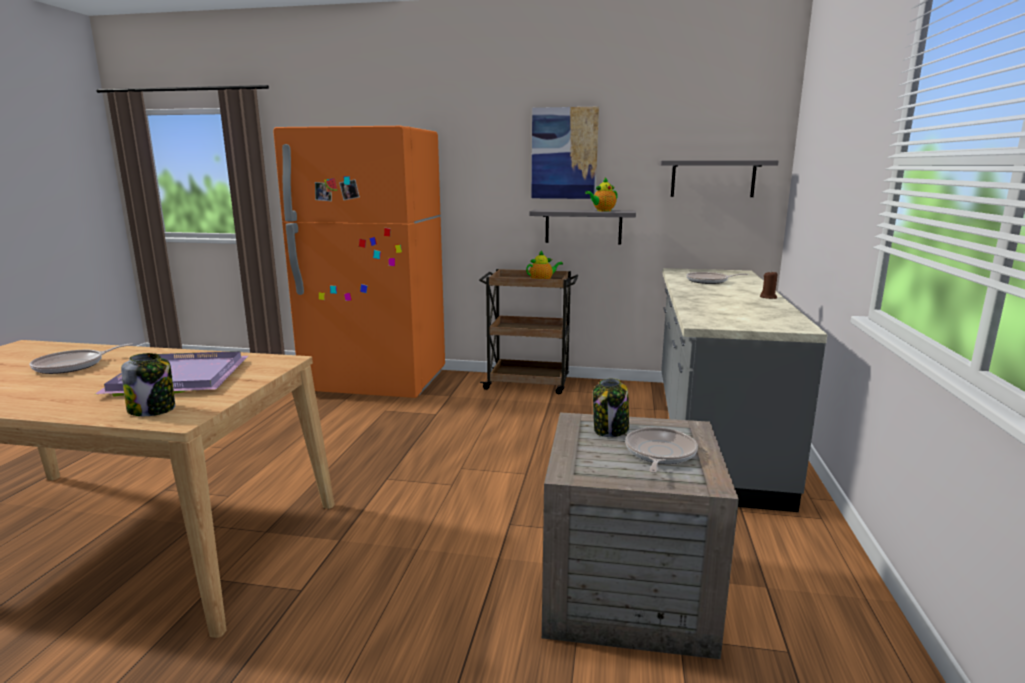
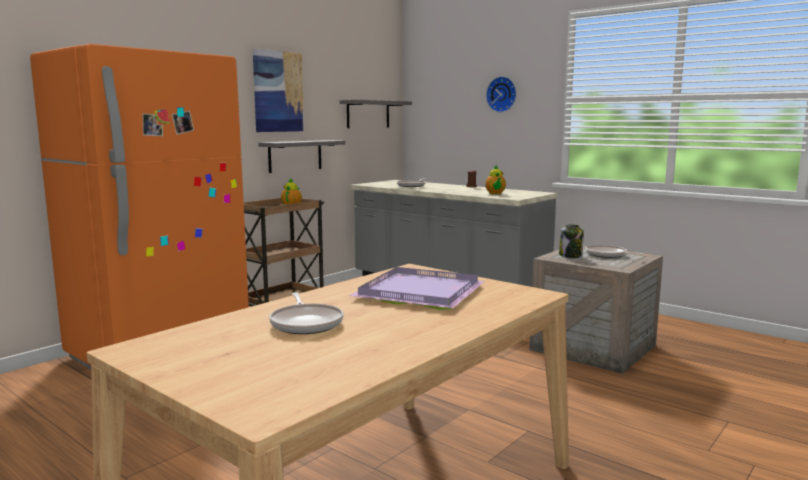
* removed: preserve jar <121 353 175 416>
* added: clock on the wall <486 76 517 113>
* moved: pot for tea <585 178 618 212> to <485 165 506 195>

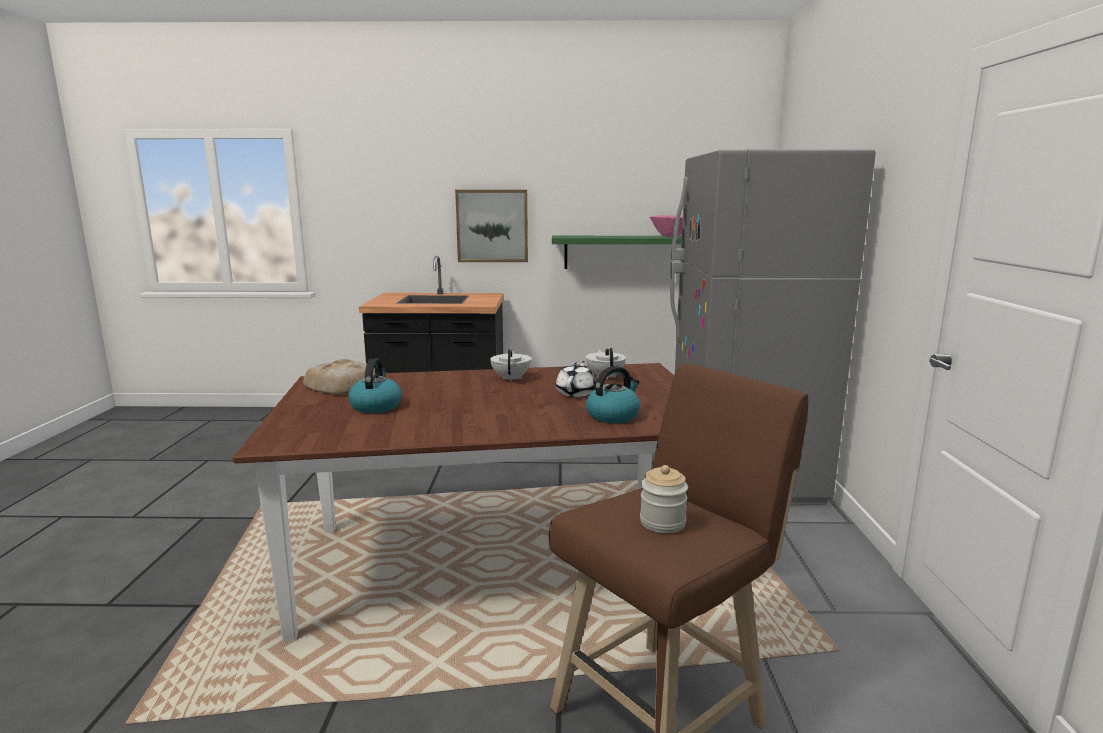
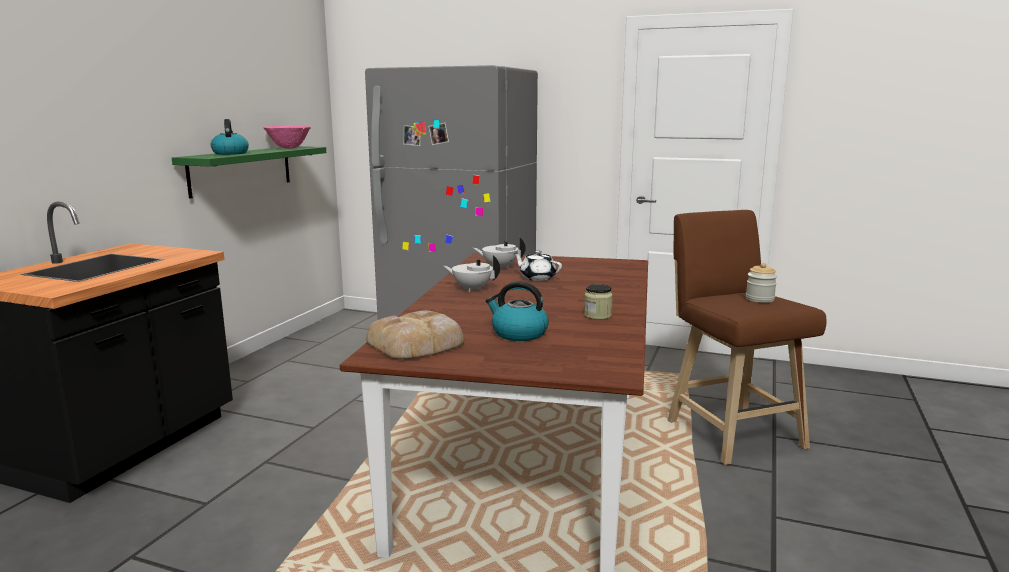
* removed: picture <455 190 528 262>
* added: preserve jar <584 284 613 320>
* moved: tea kettle <586 366 640 423> to <211 119 249 155>

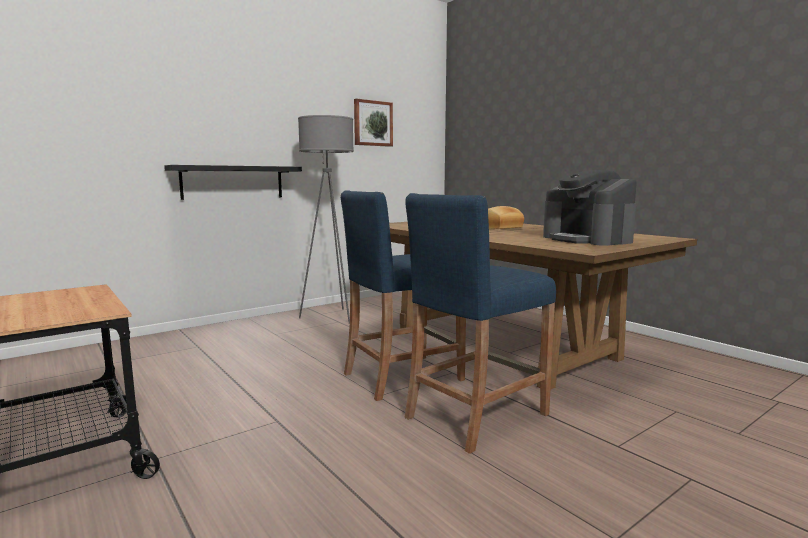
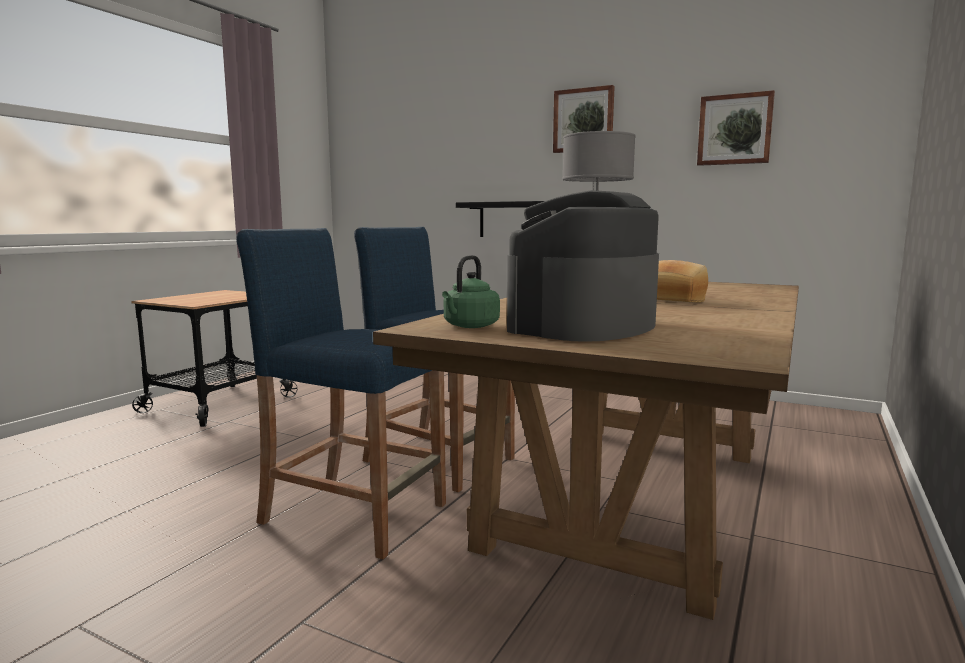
* added: tea kettle in green <442 255 500 328>
* added: picture <553 85 615 153>

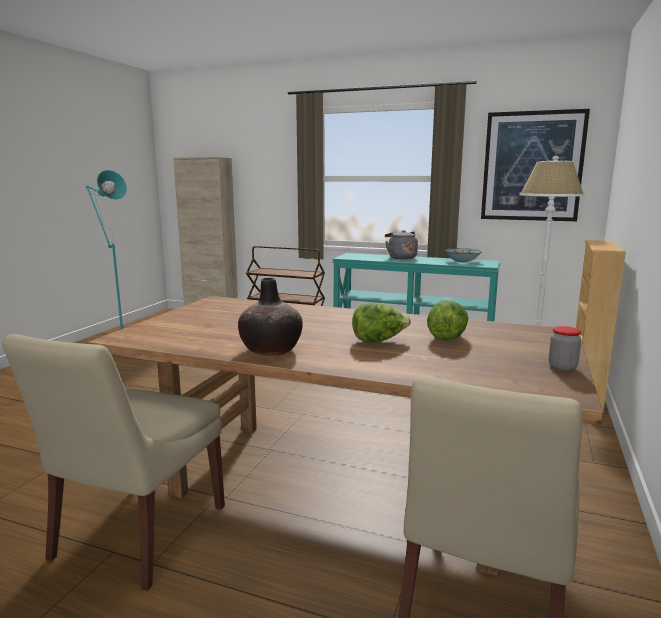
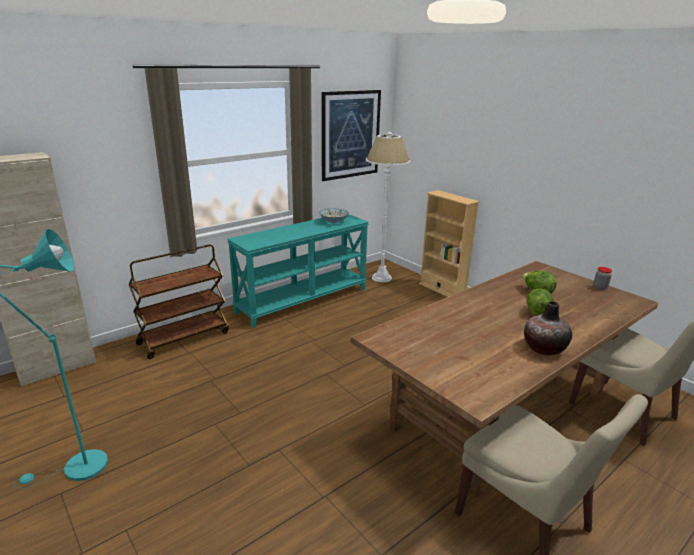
* removed: tea kettle in gray <385 230 418 259>

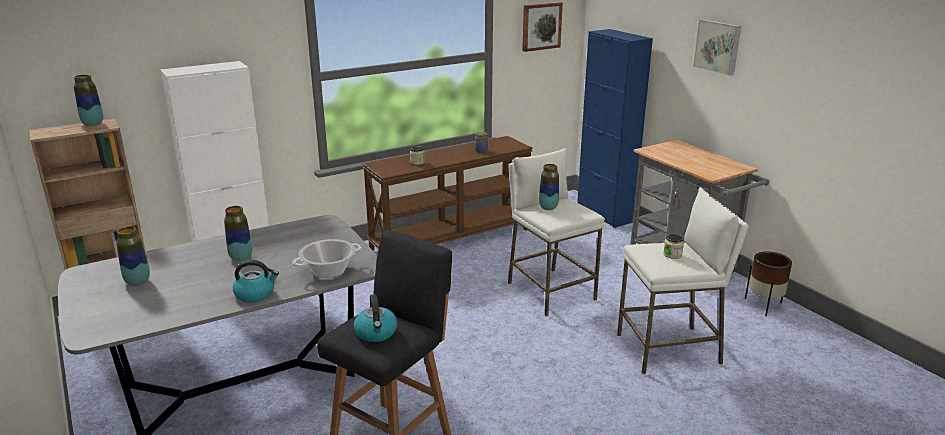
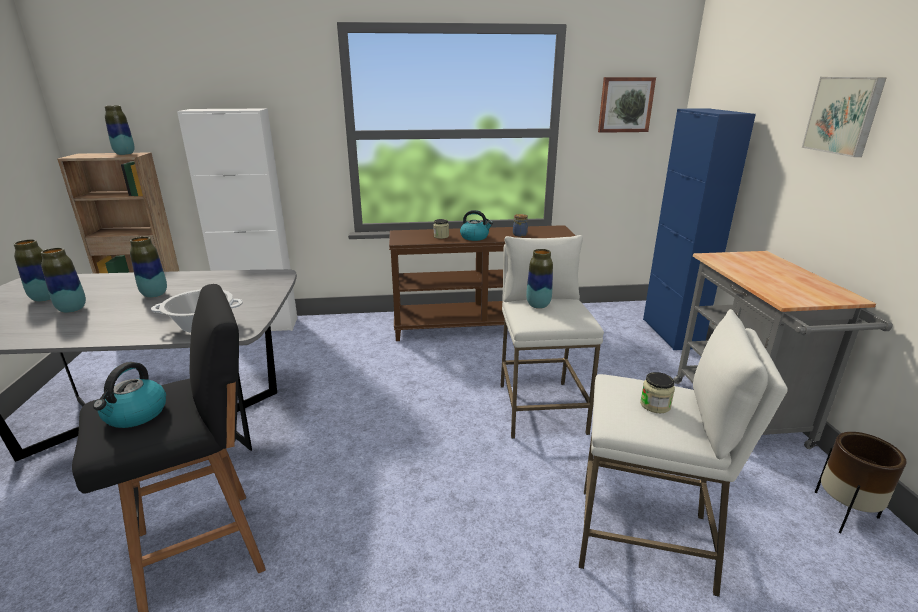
* added: vase <41 248 86 313>
* moved: tea kettle <233 260 279 303> to <460 210 493 241>

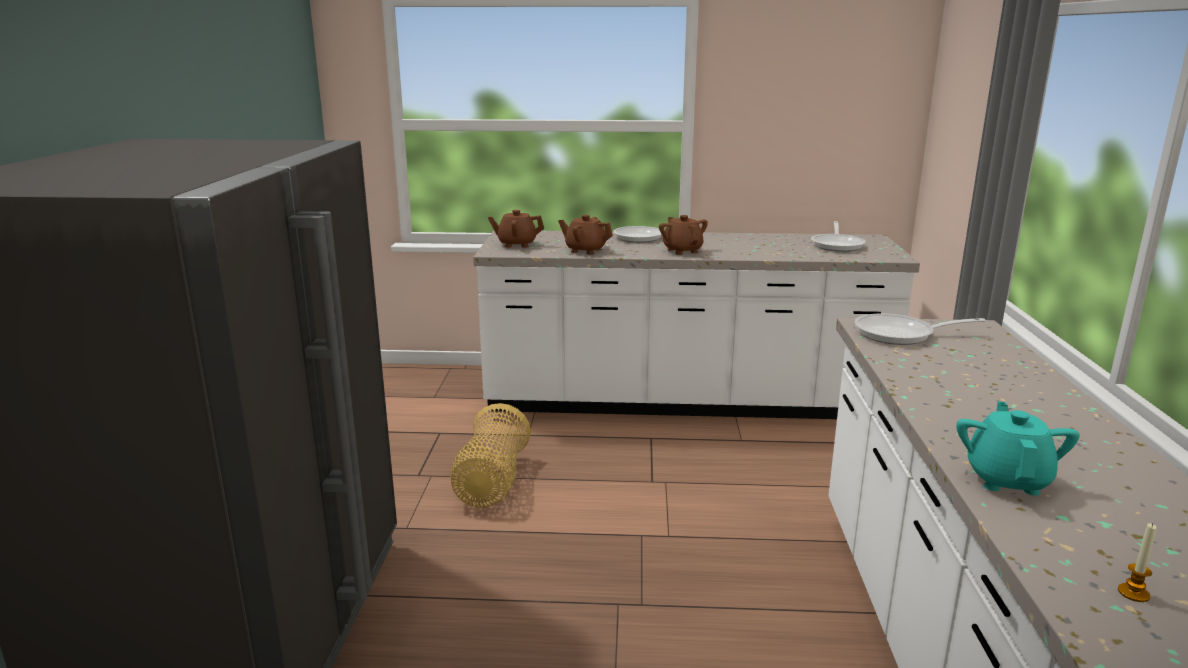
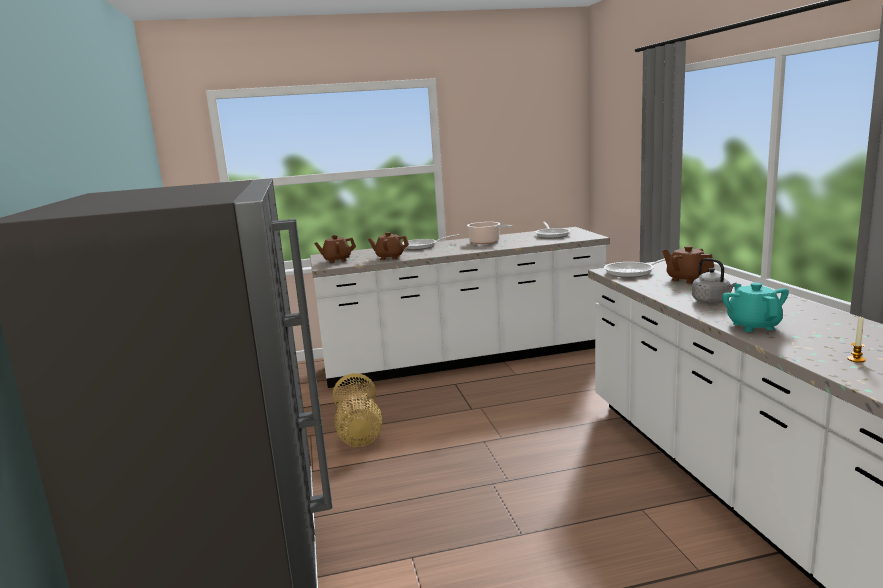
* added: stockpot <467 222 513 244>
* added: tea kettle in gray <692 258 737 304>
* moved: pot for tea in brown <659 215 708 255> to <662 246 714 284>

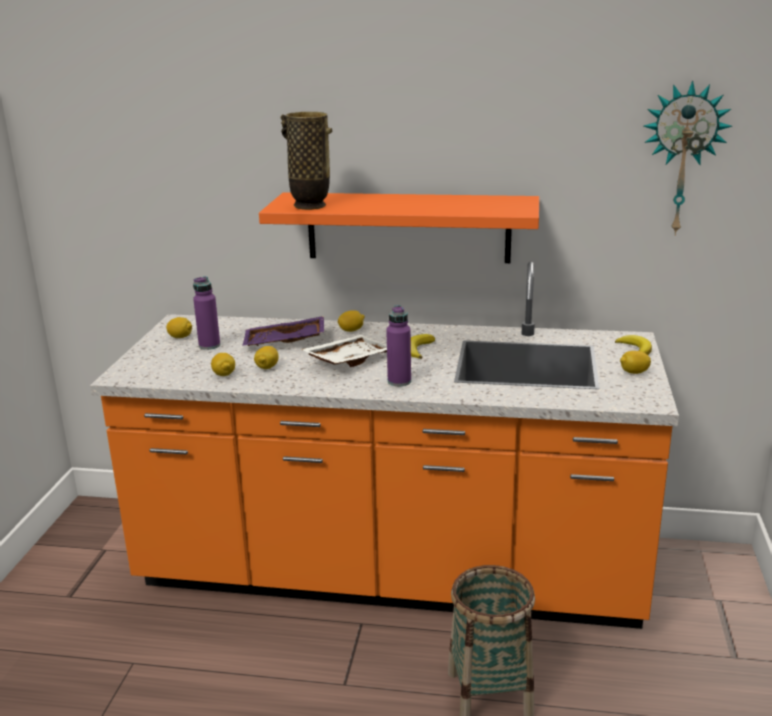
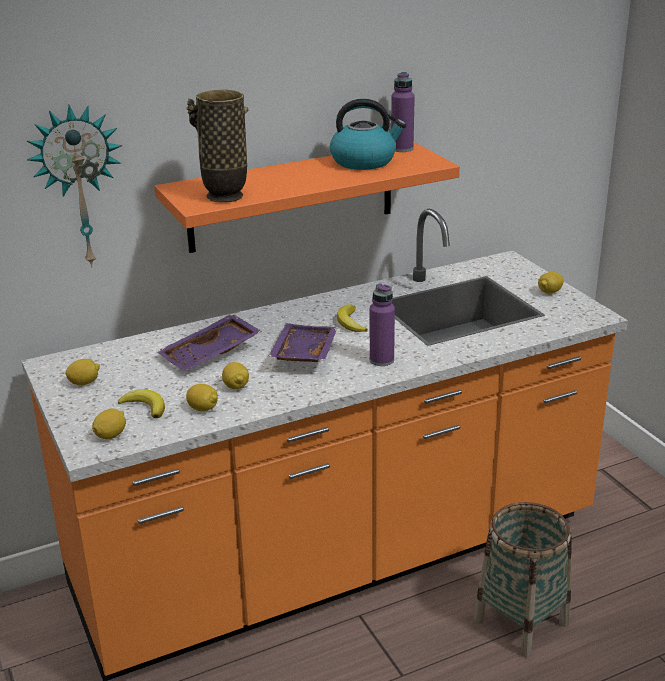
* added: tea kettle <330 99 406 170>
* moved: bottle in purple <193 276 220 350> to <391 72 415 152>
* moved: citrus fruit <338 310 365 332> to <92 408 126 439>
* moved: whole banana <615 335 652 355> to <118 389 165 418>
* moved: clock on the wall <643 81 732 236> to <27 105 123 268>
* recoloured: tray in white <300 335 387 367> to tray in purple <268 323 338 362>

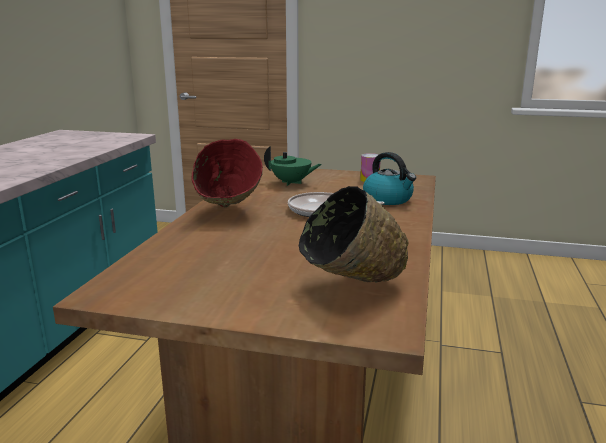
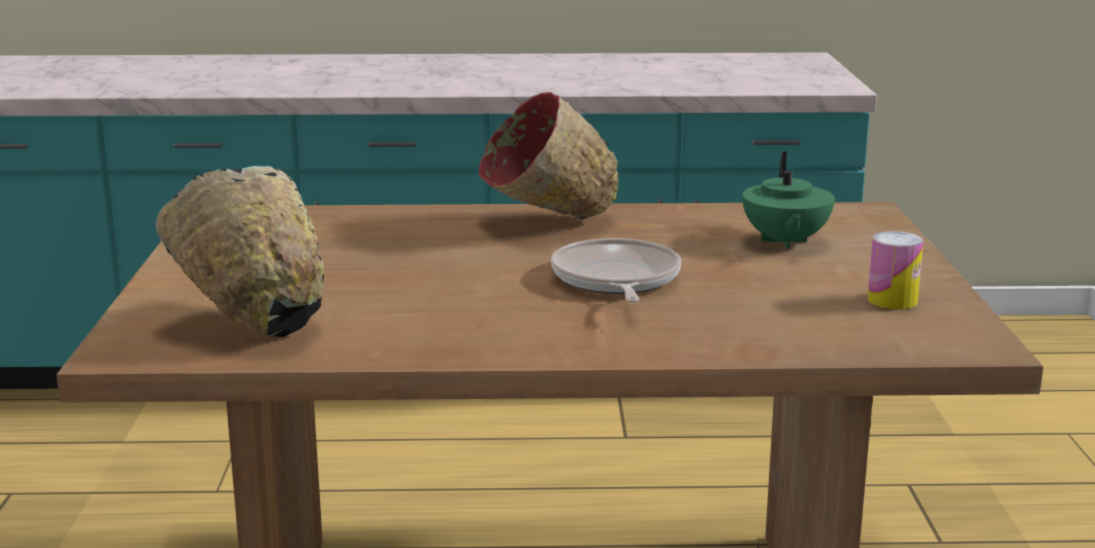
* removed: tea kettle <363 152 416 205>

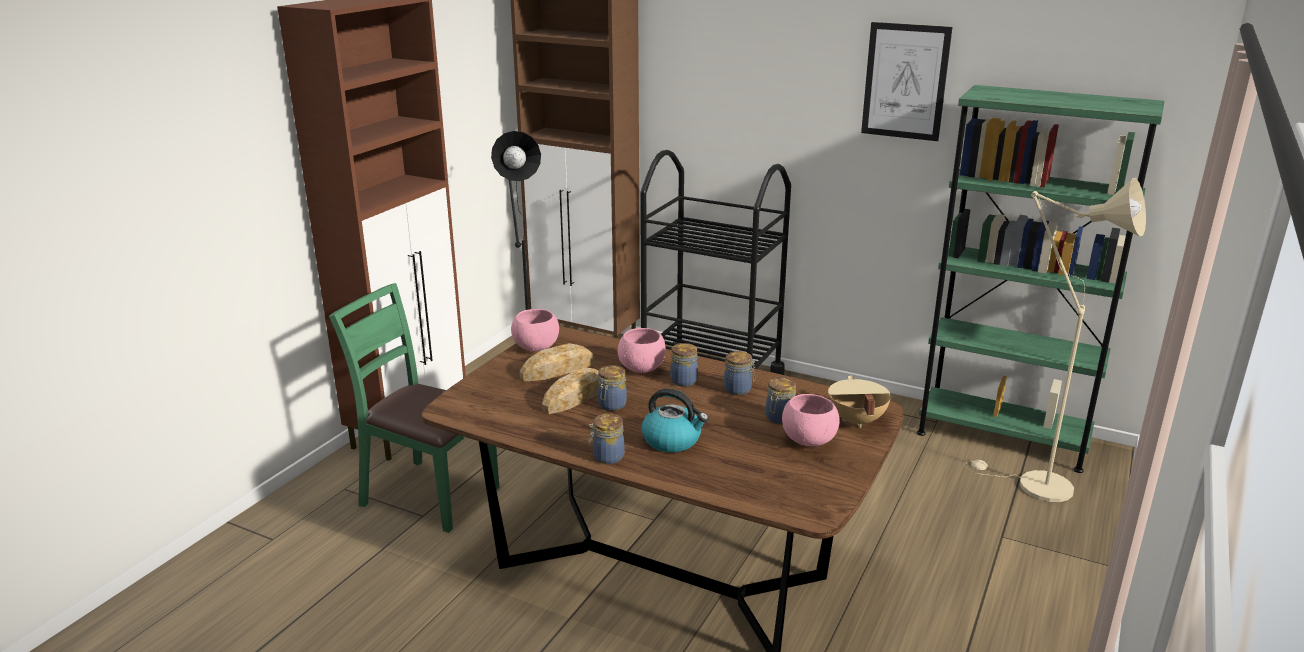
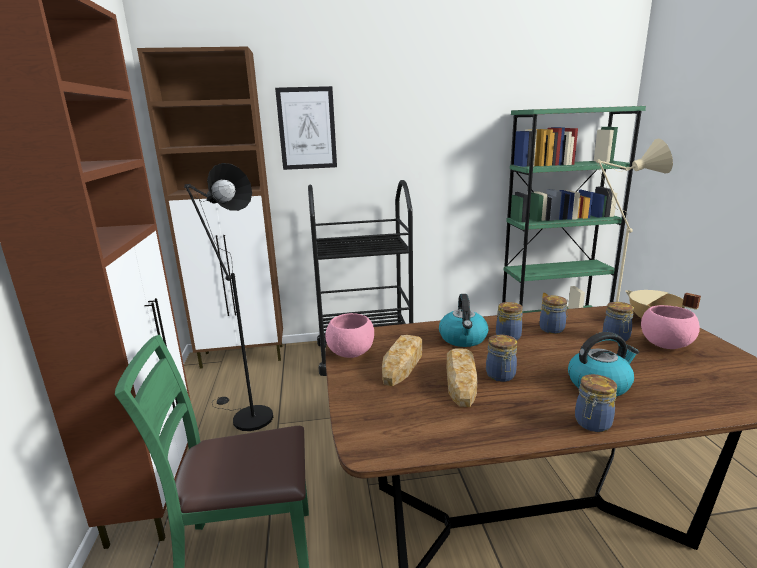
* moved: picture <861 22 953 141> to <275 86 337 170>
* replaced: deep dish in pink <618 328 666 373> to tea kettle <439 294 488 347>

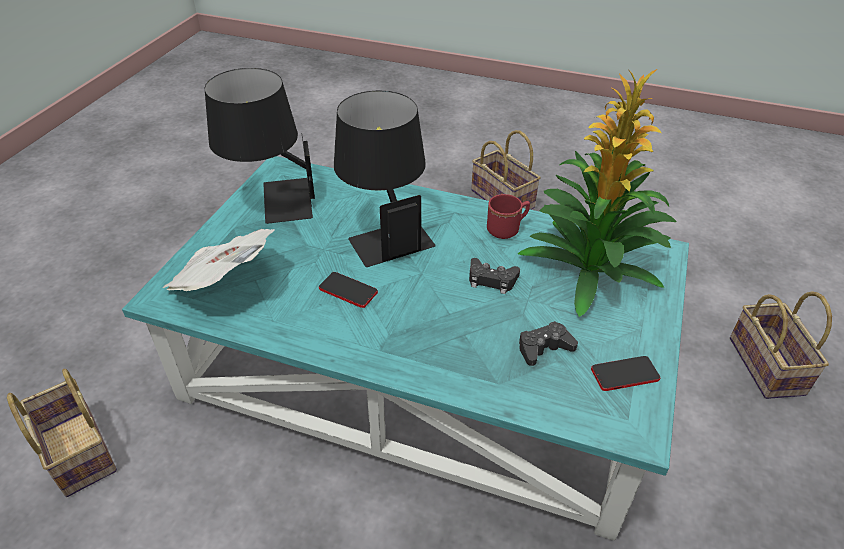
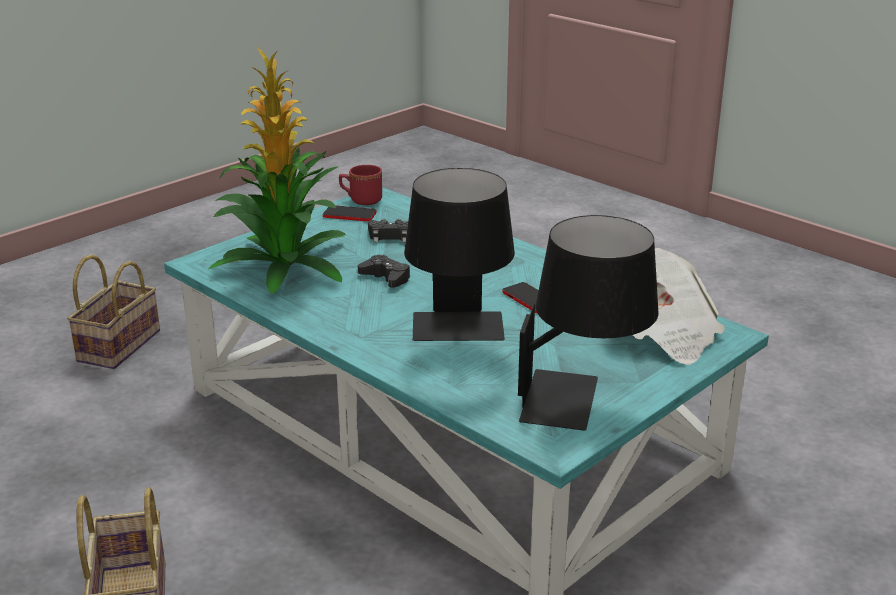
* removed: household basket <7 369 117 497>
* moved: mug in red <487 194 530 239> to <339 165 382 205>

